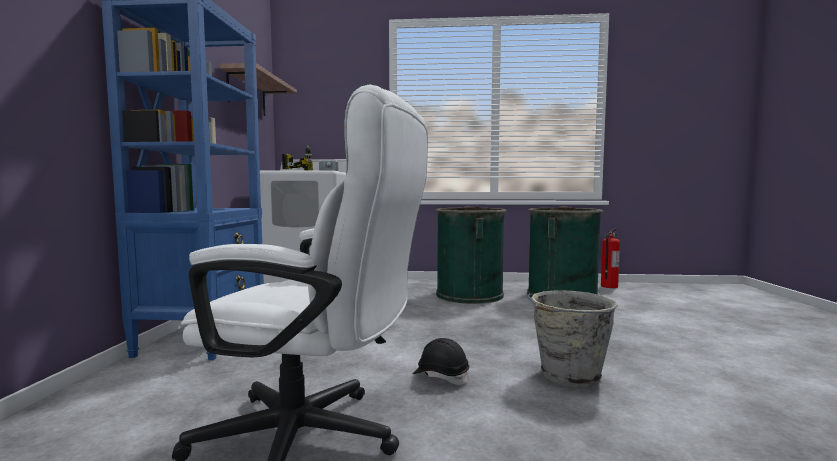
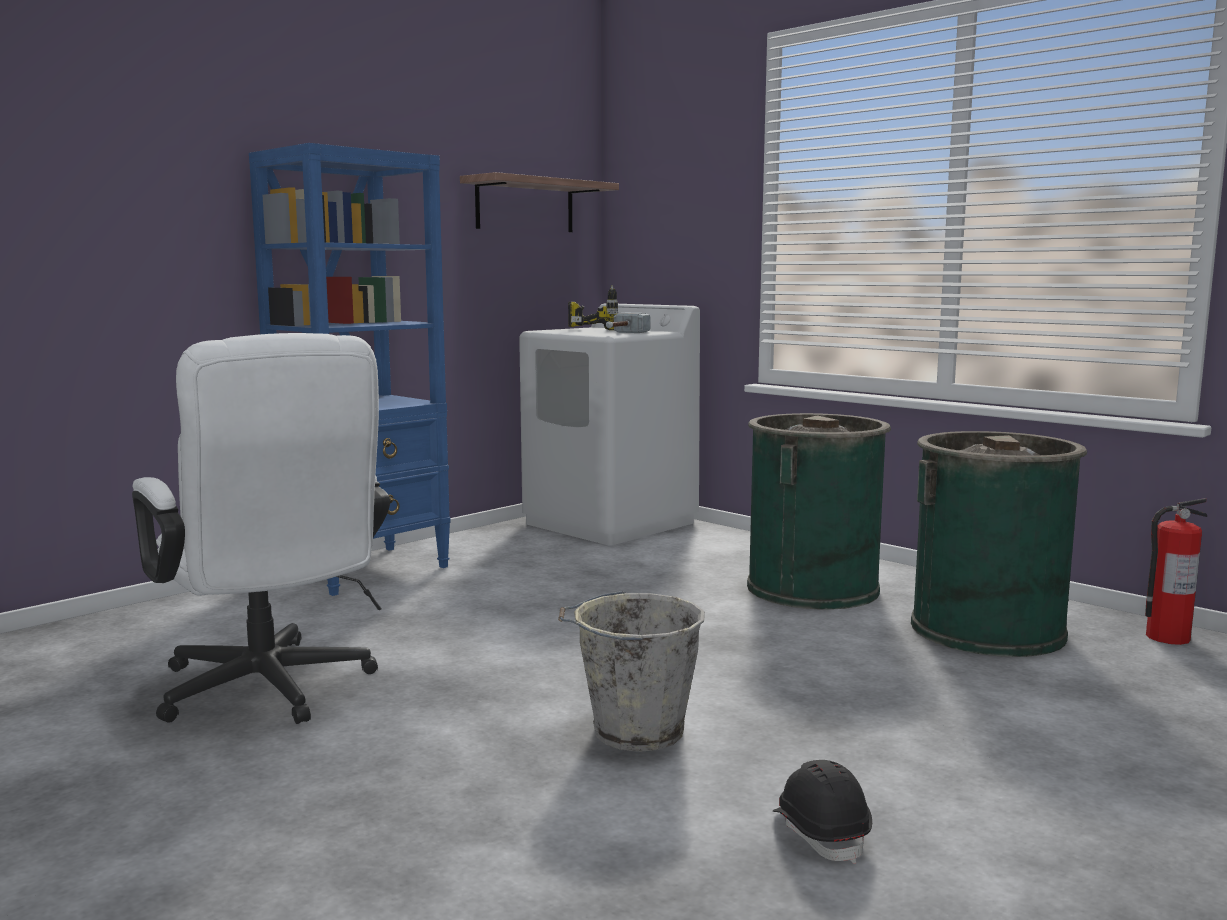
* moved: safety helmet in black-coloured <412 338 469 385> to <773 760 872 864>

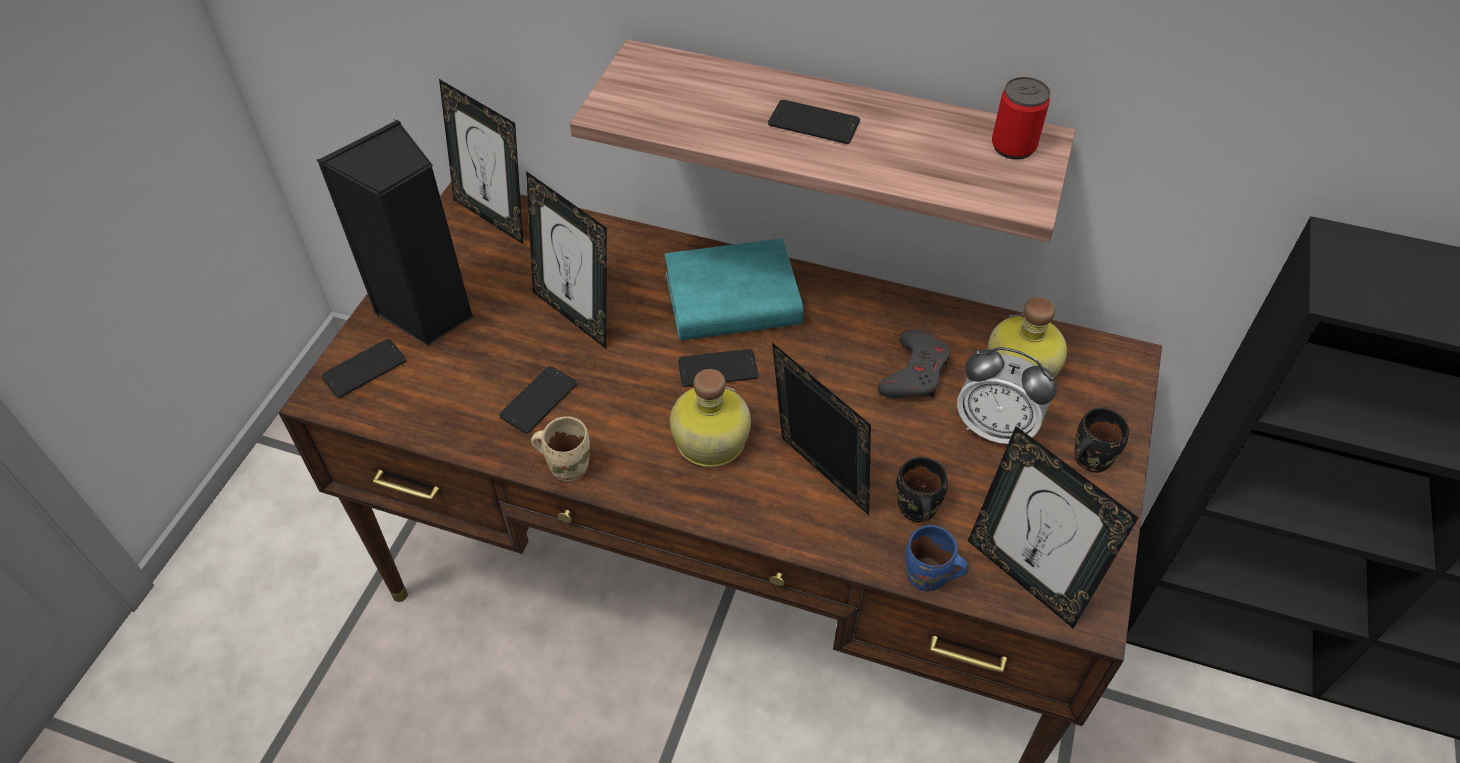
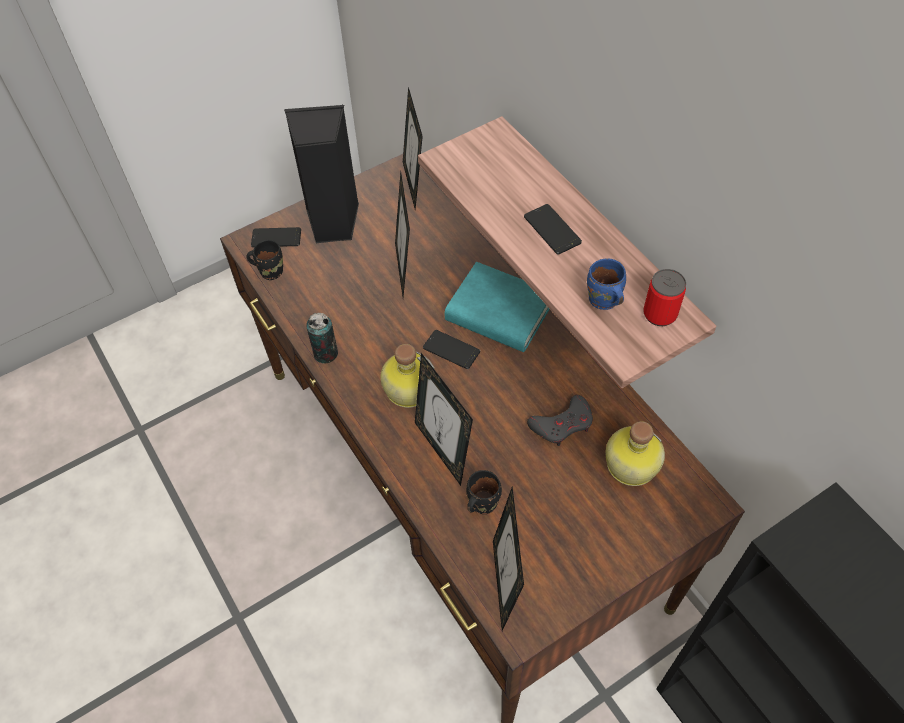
* removed: telephone <499 366 577 433>
* removed: bedside clock <957 347 1057 444>
* moved: mug in blue <905 525 969 592> to <587 259 626 310>
* moved: mug in black-coloured <1074 408 1129 473> to <246 240 283 280>
* replaced: mug in beige <531 416 590 482> to metal can <306 313 338 364>
* turned: picture frame <772 343 871 515> = <415 353 473 486> 150 degrees clockwise

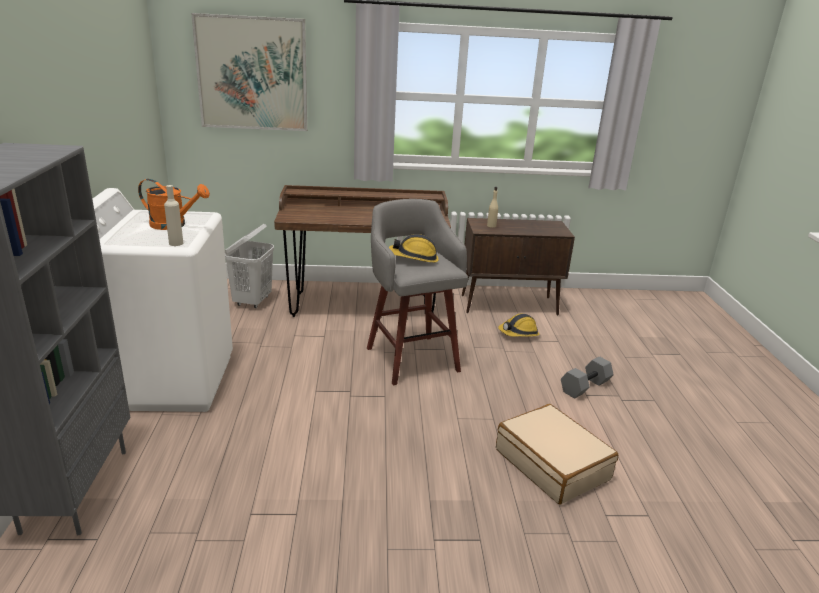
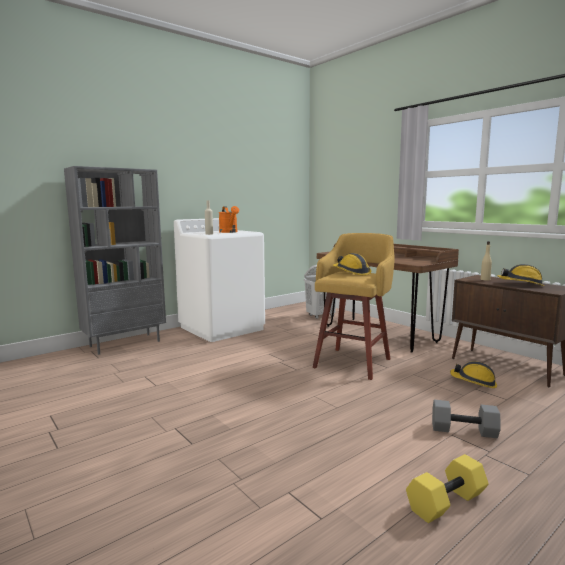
* removed: picture <191 13 307 131>
* removed: piece of luggage in beige <496 404 618 504>
* added: free weight in yellow <406 454 489 523>
* added: safety helmet <497 264 544 286>
* recoloured: stool seat in gray <367 199 468 385> to stool seat in yellow <313 233 395 380>

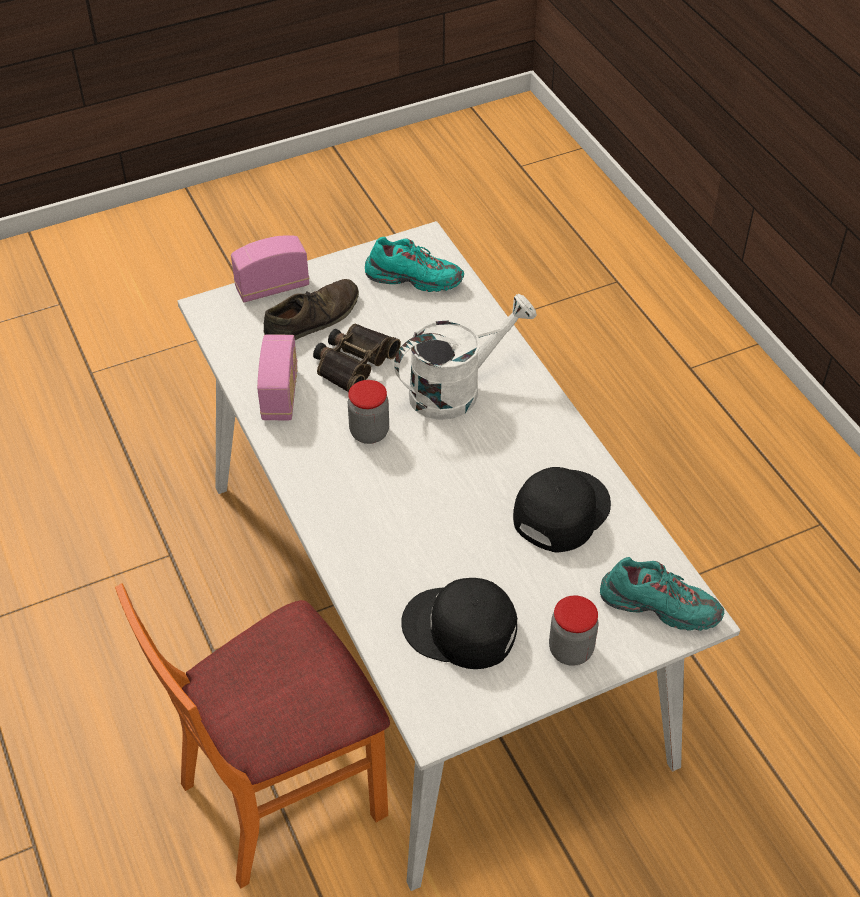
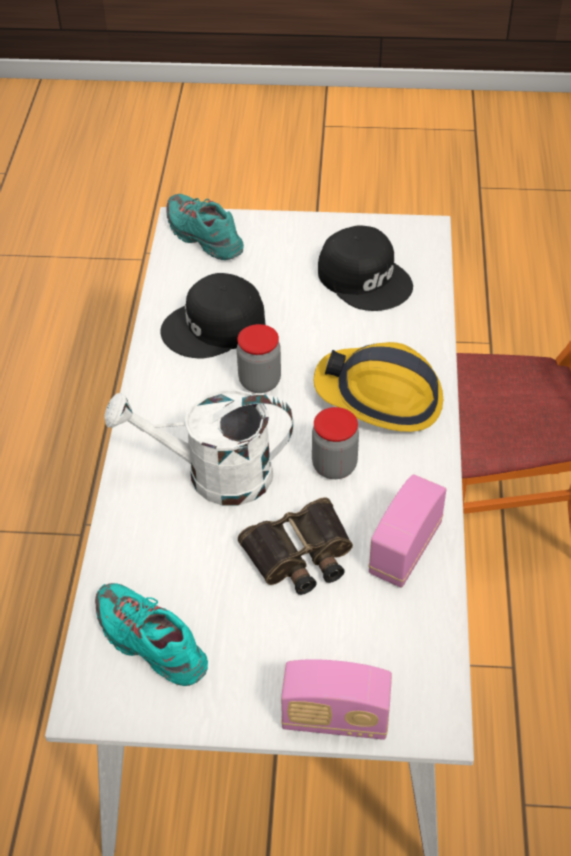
* removed: shoe in brown <264 279 359 340>
* added: safety helmet <314 342 443 432>
* moved: preserve jar <549 595 598 666> to <237 324 281 393>

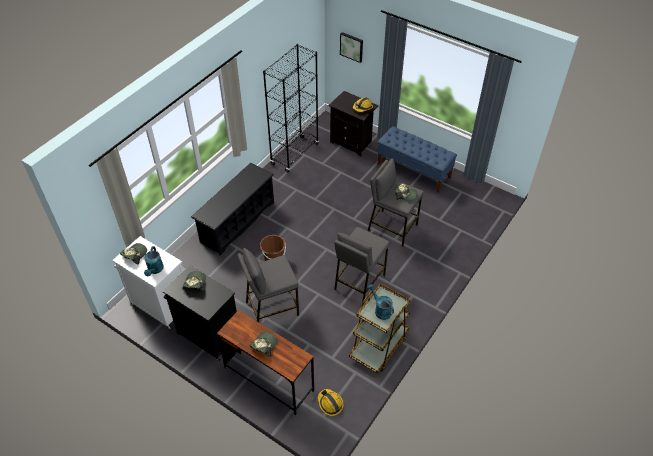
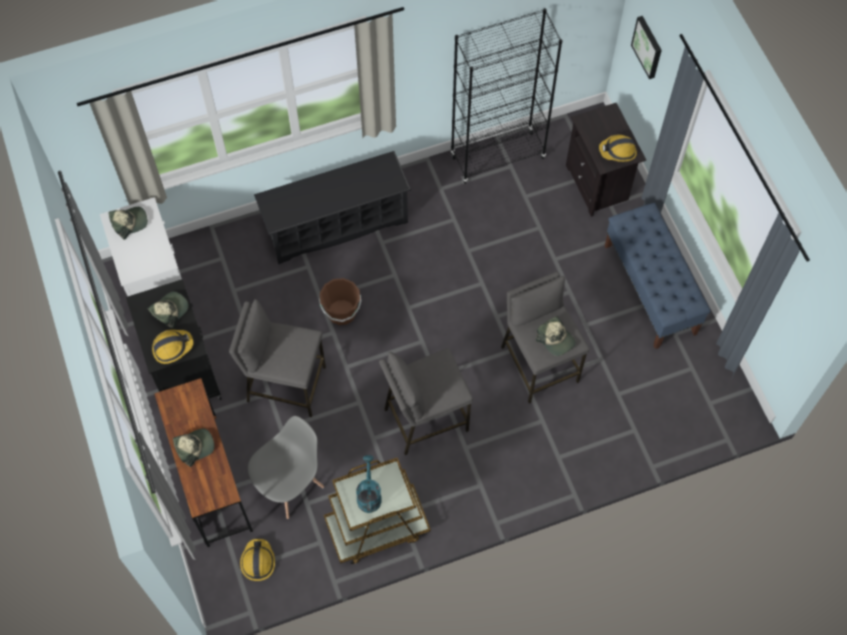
* removed: watering pot in turquoise <144 246 164 276>
* added: safety helmet <152 330 193 364>
* added: chair in gray <248 416 324 519>

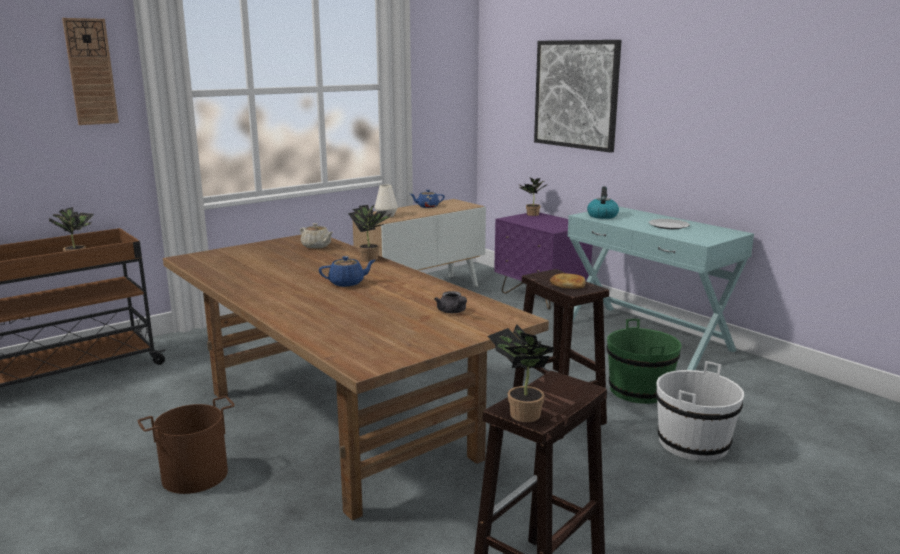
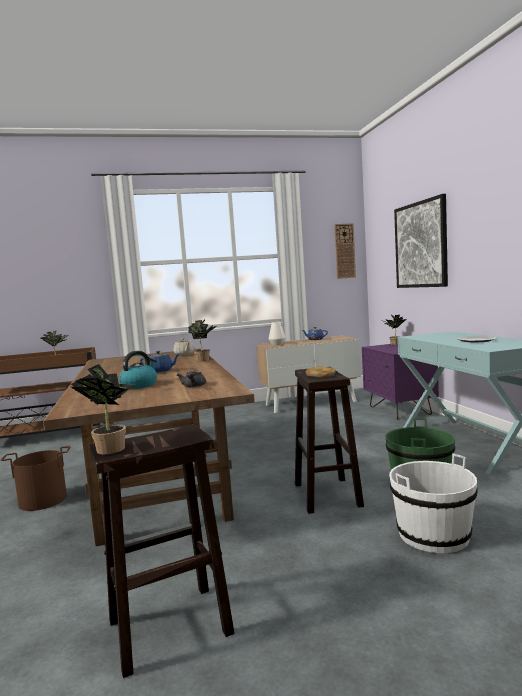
* moved: clock on the wall <62 18 119 125> to <334 223 356 279>
* moved: tea kettle <587 186 619 219> to <119 351 157 389>

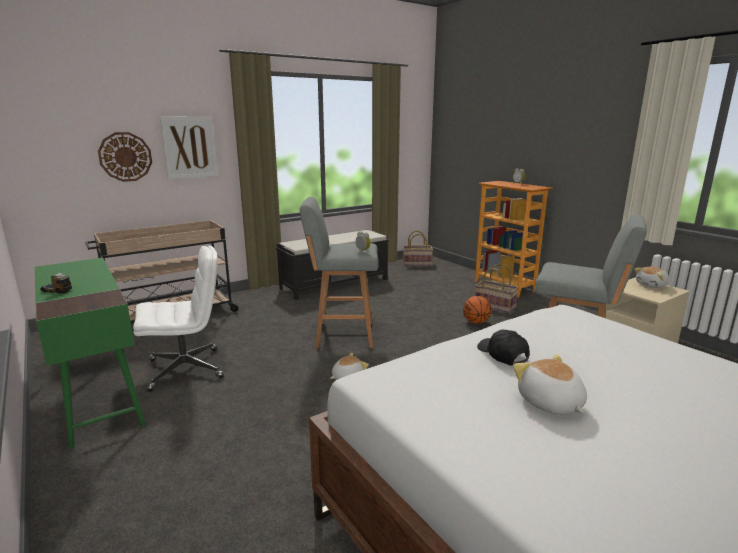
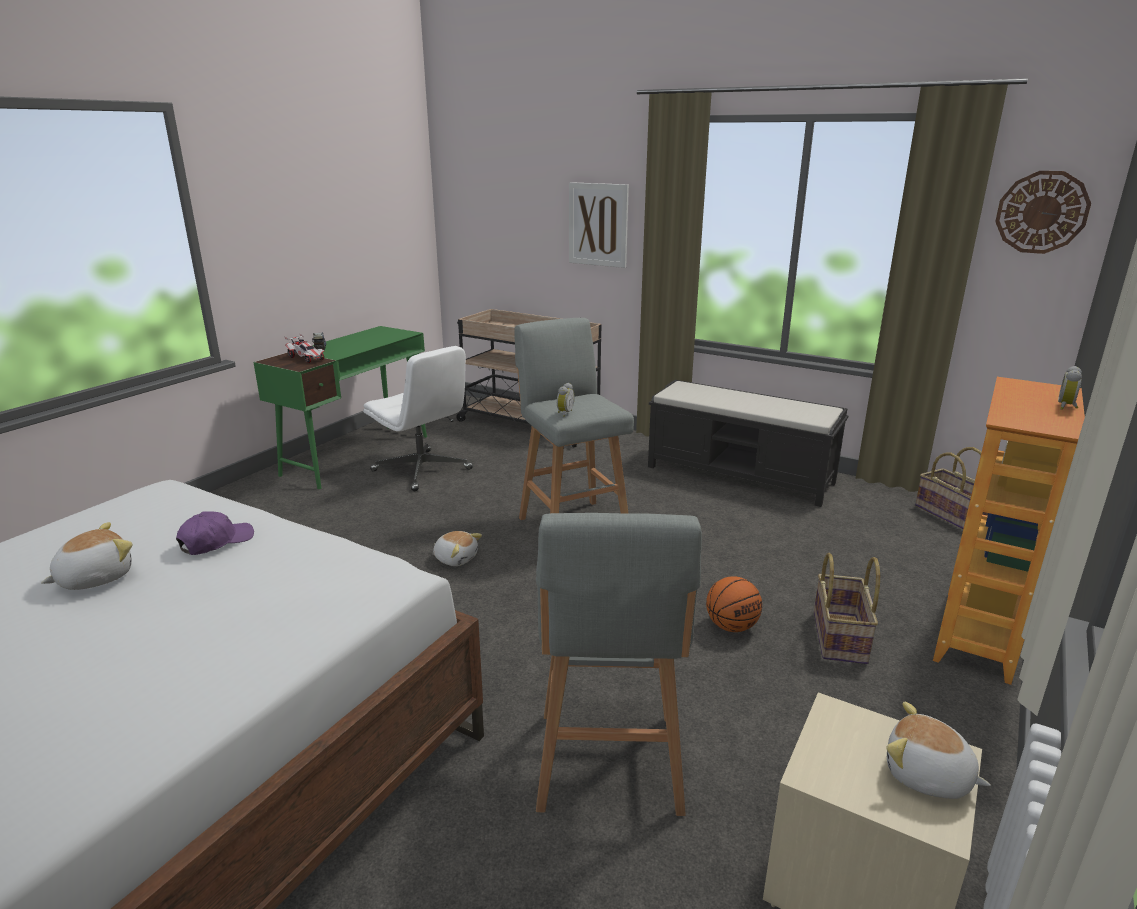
* added: miniature car <285 334 324 363>
* moved: clock on the wall <98 132 152 182> to <995 171 1091 254>
* recoloured: peaked cap in black-coloured <477 330 530 366> to peaked cap in purple <176 511 254 555>

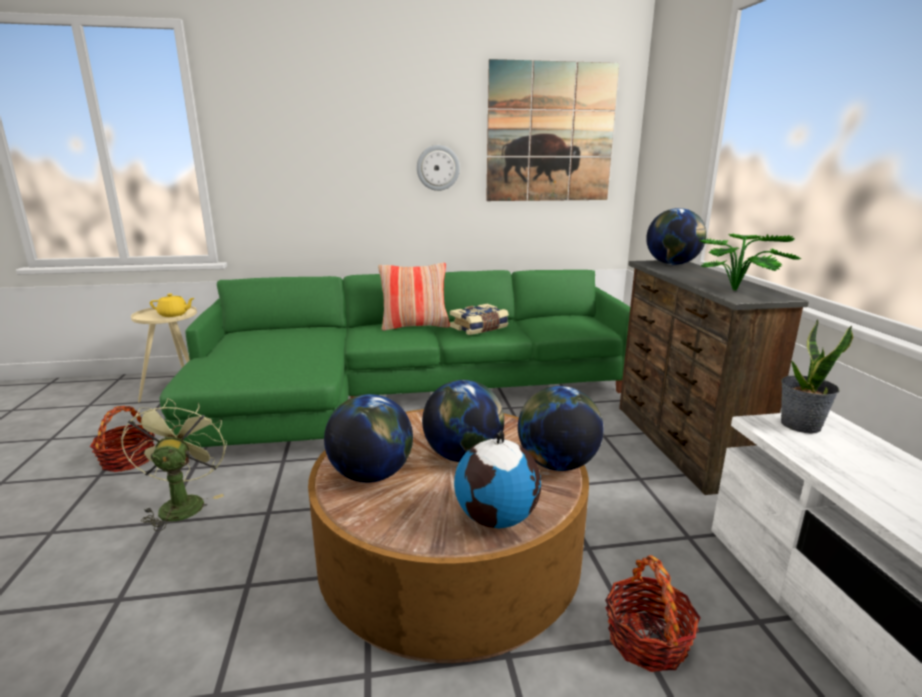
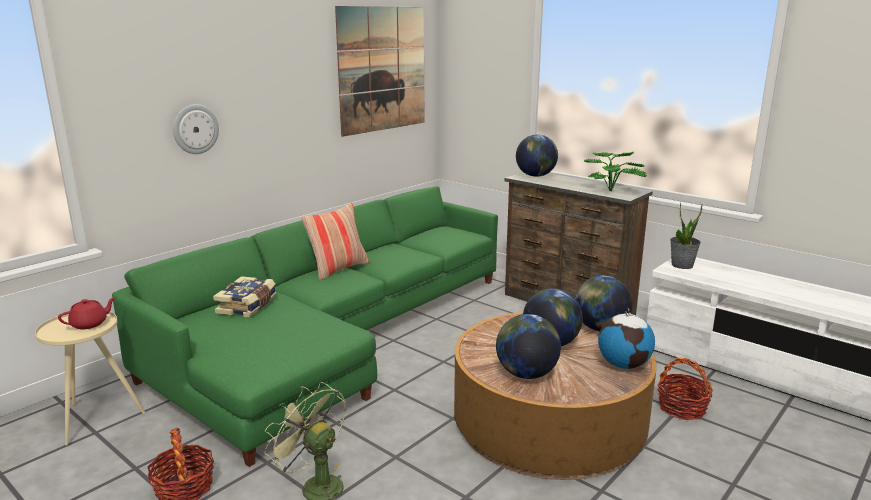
* moved: clock on the wall <417 145 460 191> to <173 104 219 154>
* moved: book <450 304 509 335> to <213 276 276 317>
* recoloured: pot for tea in yellow <150 293 194 317> to pot for tea in red <58 297 116 329>

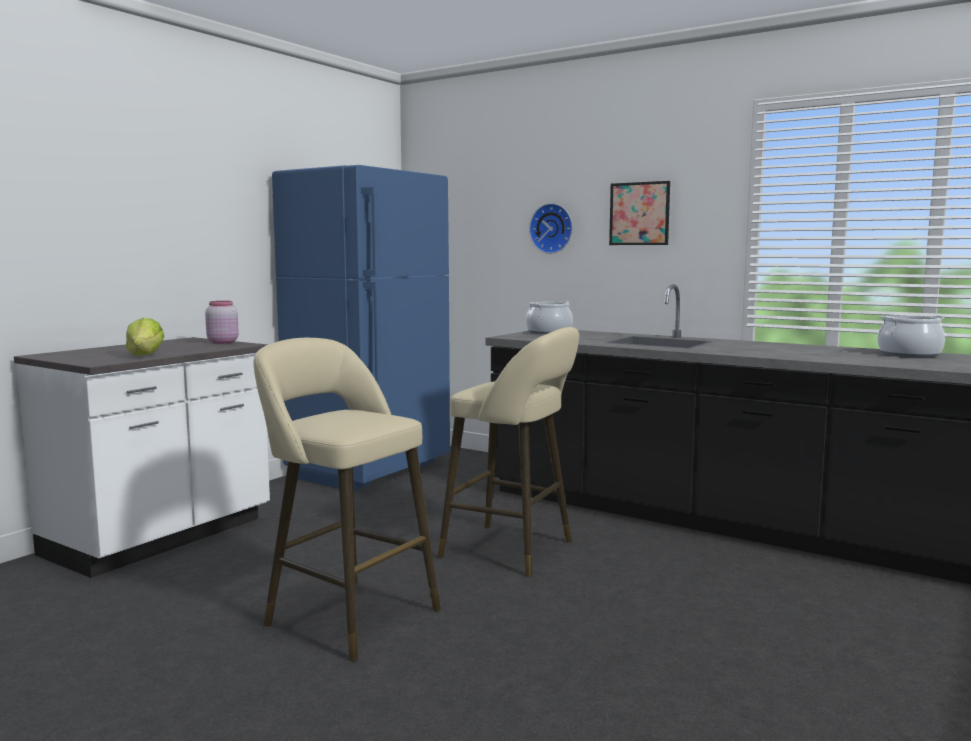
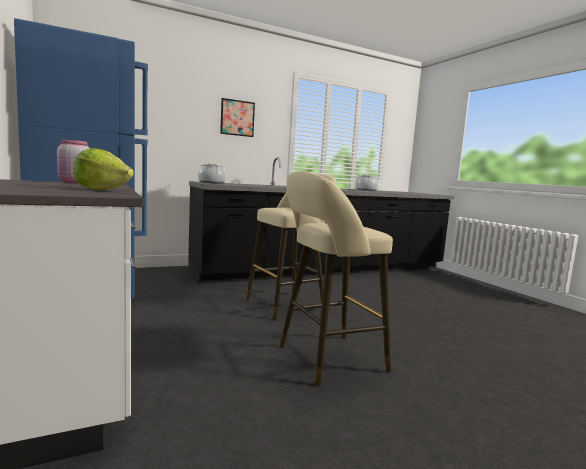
* removed: clock on the wall <529 203 573 254>

